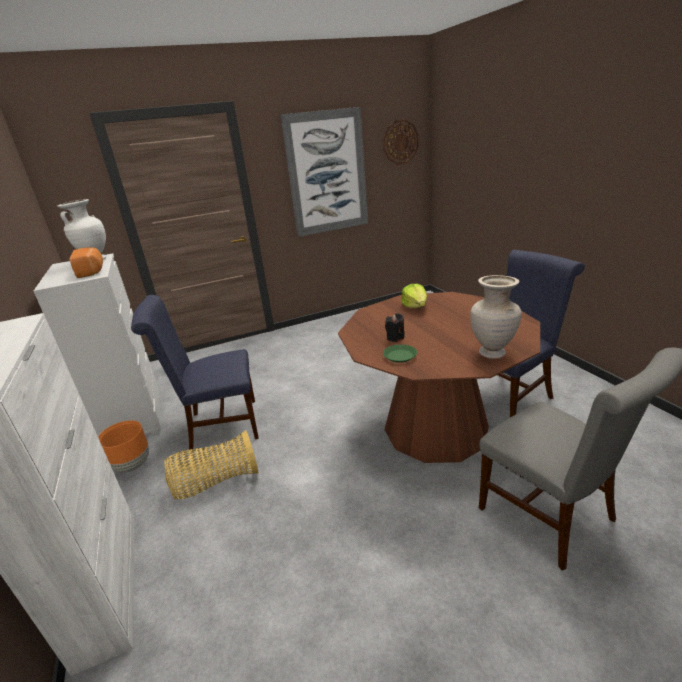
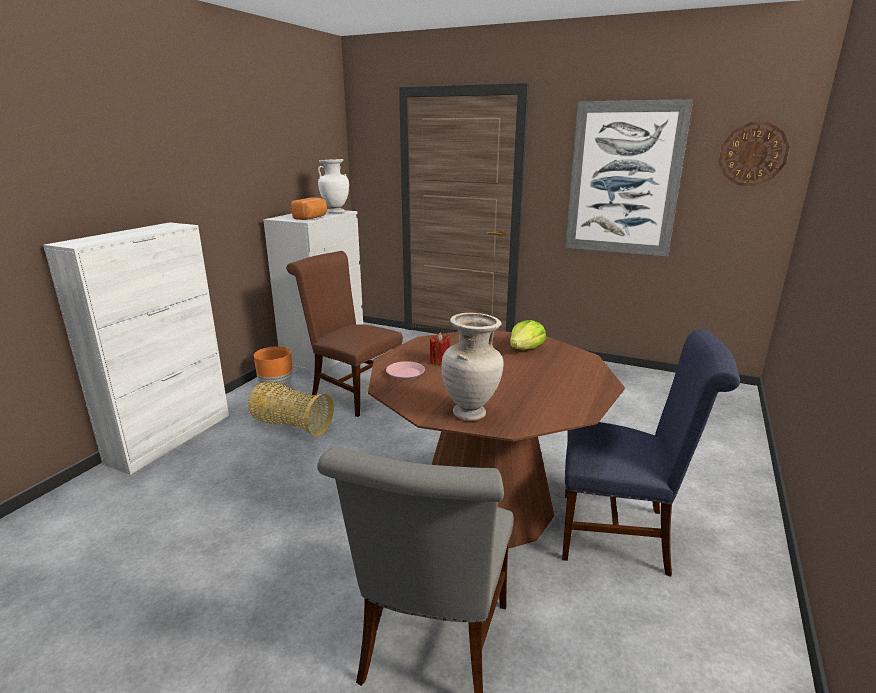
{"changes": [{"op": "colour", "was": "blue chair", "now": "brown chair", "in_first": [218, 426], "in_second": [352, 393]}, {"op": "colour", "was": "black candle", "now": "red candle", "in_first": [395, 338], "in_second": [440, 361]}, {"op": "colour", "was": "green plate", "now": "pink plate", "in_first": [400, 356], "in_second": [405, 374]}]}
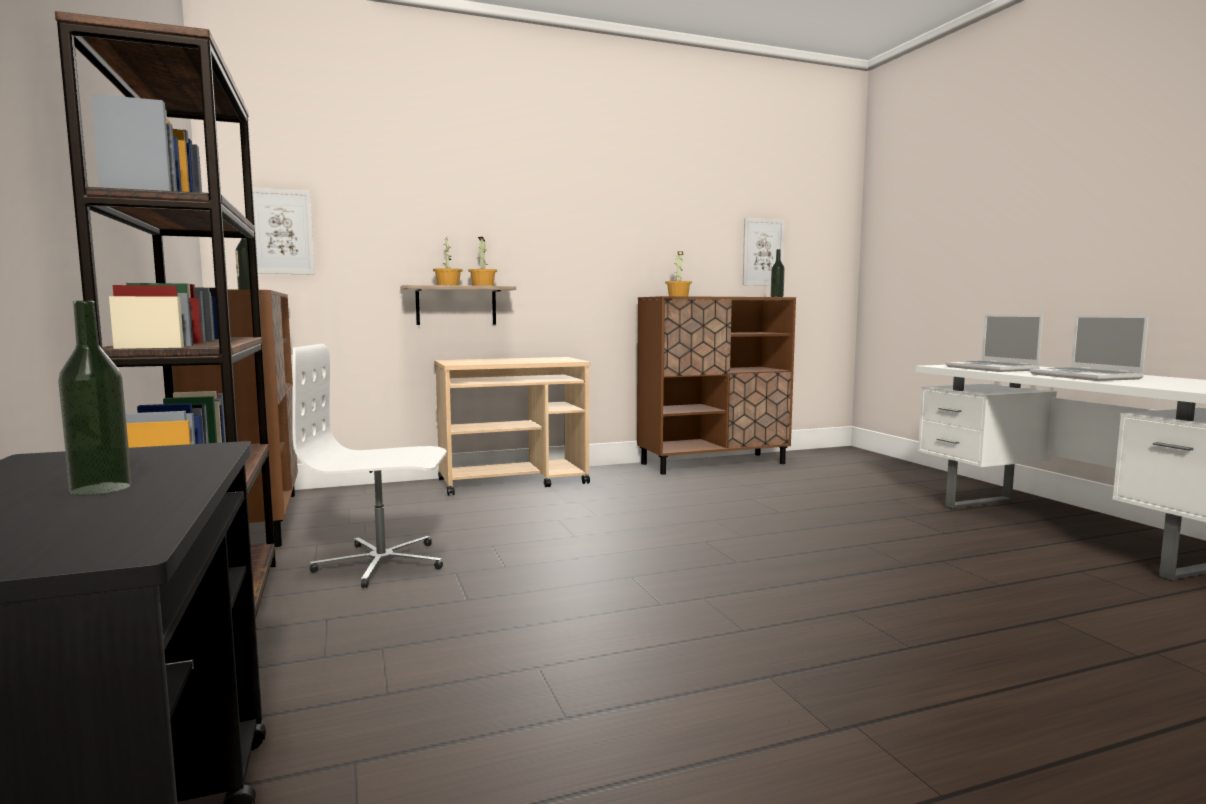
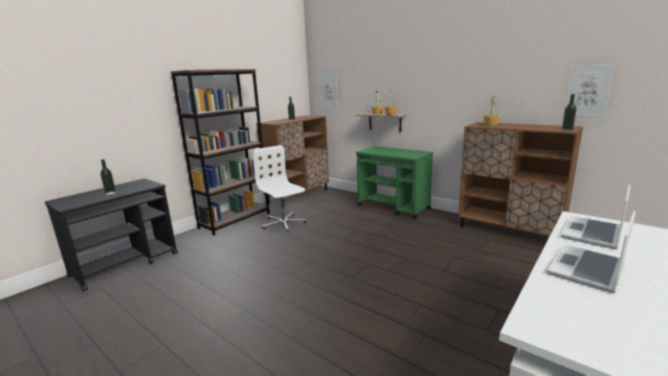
{"changes": [{"op": "colour", "was": "beige cart", "now": "green cart", "in_first": [514, 481], "in_second": [393, 207]}]}
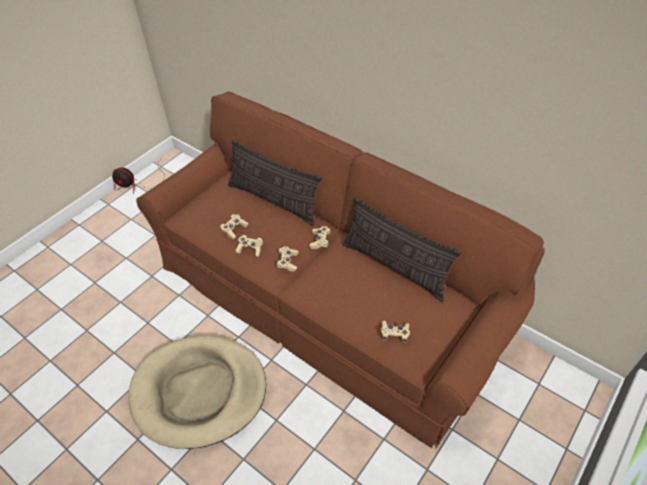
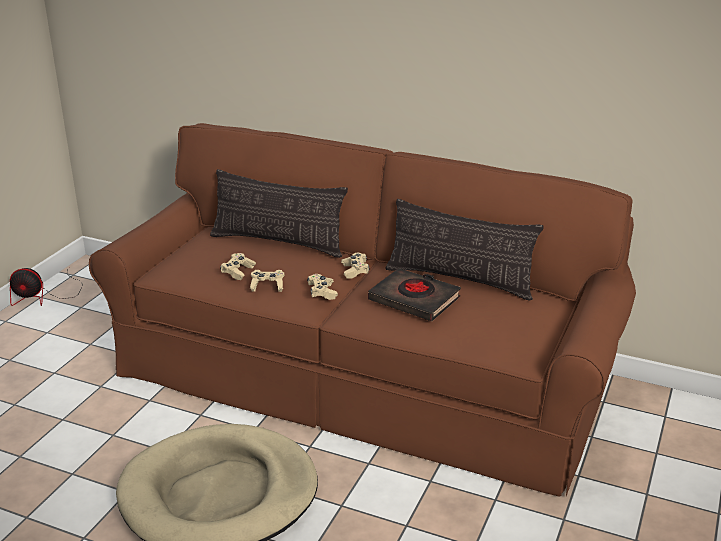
{"changes": [{"op": "missing", "was": "beige game controller", "in_first": [394, 334]}, {"op": "appeared", "now": "black book", "in_second": [414, 300]}]}
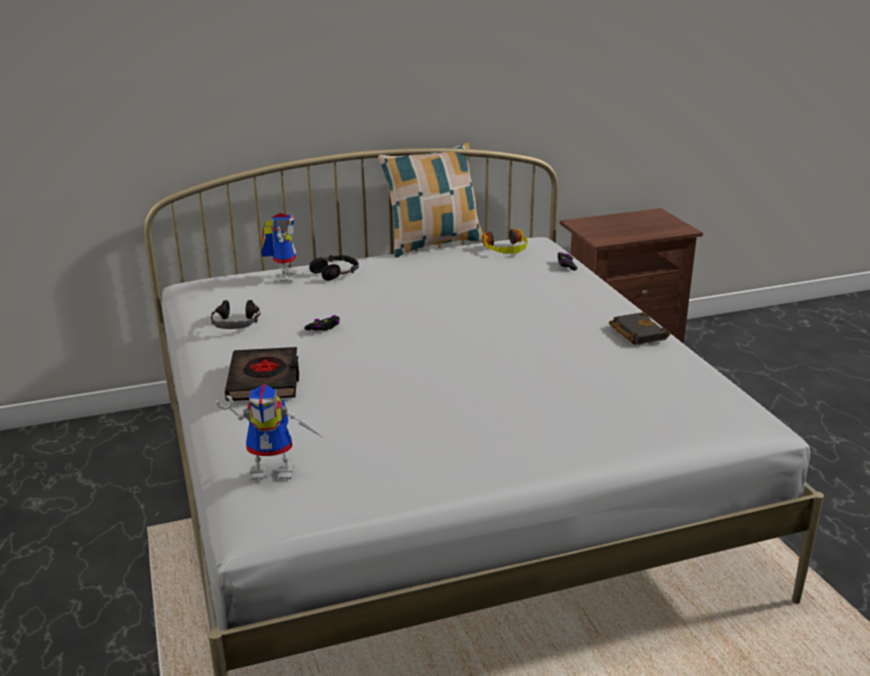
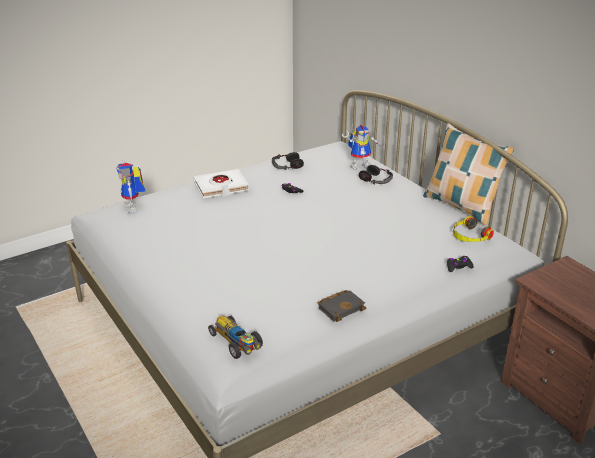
{"changes": [{"op": "colour", "was": "black book", "now": "white book", "in_first": [264, 380], "in_second": [221, 187]}, {"op": "appeared", "now": "toy car", "in_second": [236, 343]}]}
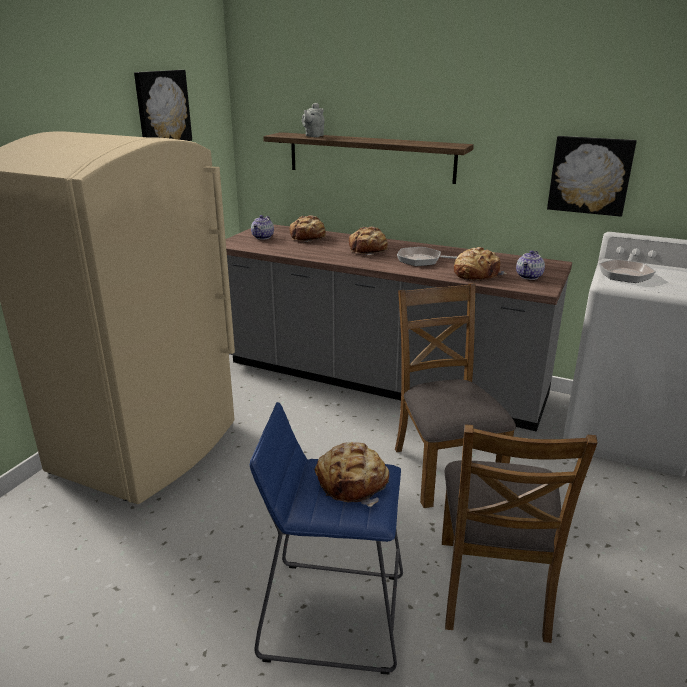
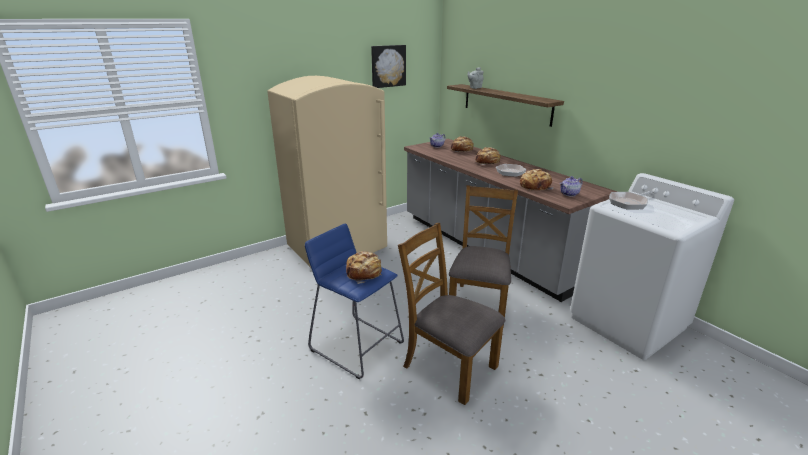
{"changes": [{"op": "missing", "was": "picture", "in_first": [590, 175]}, {"op": "spun", "was": "brown chair", "in_first": [493, 586], "in_second": [449, 366], "clockwise": 90}]}
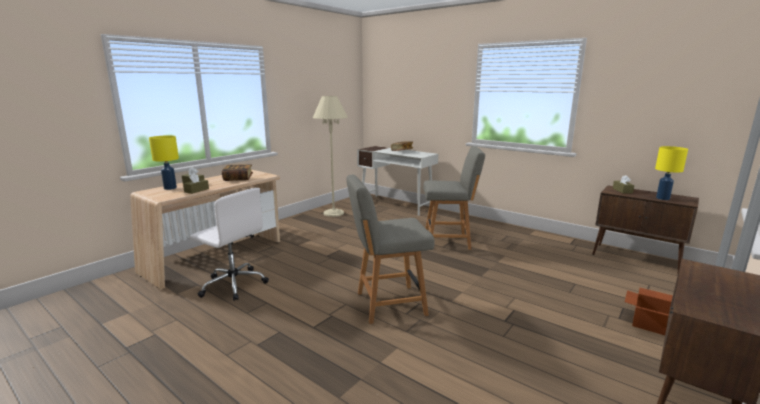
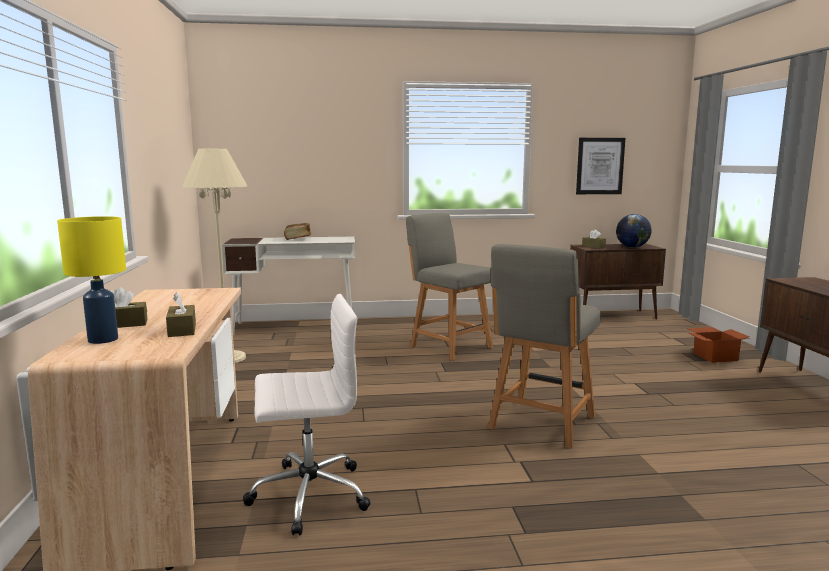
{"changes": [{"op": "spun", "was": "grey chair", "in_first": [449, 241], "in_second": [449, 346], "clockwise": -90}, {"op": "exchanged", "was": "yellow table lamp", "now": "globe", "in_first": [662, 198], "in_second": [632, 247]}, {"op": "missing", "was": "book", "in_first": [238, 179]}, {"op": "appeared", "now": "picture", "in_second": [600, 166]}]}
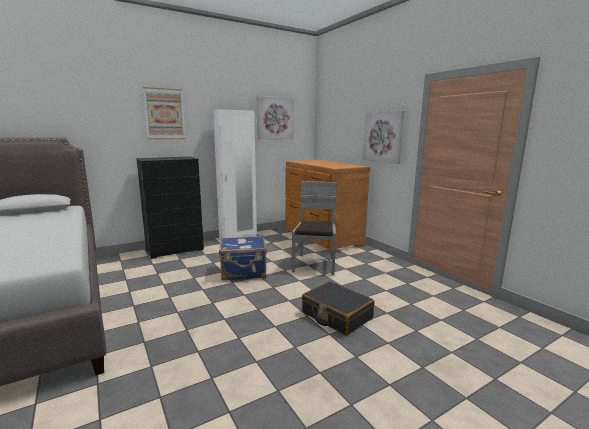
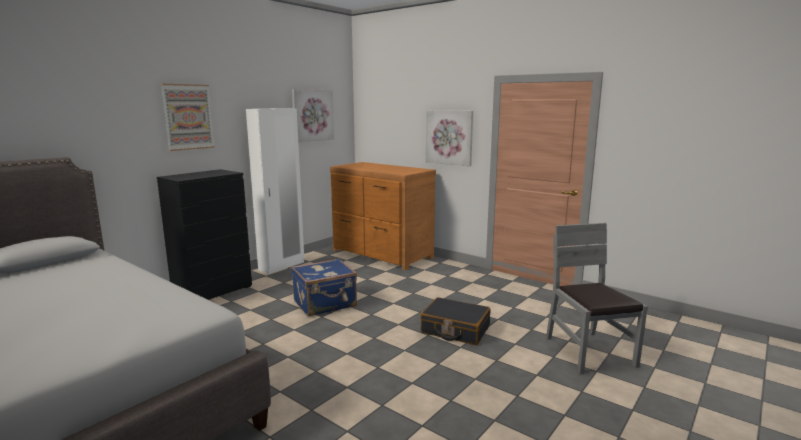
{"changes": [{"op": "relocated", "was": "grey chair", "in_first": [315, 264], "in_second": [588, 352]}]}
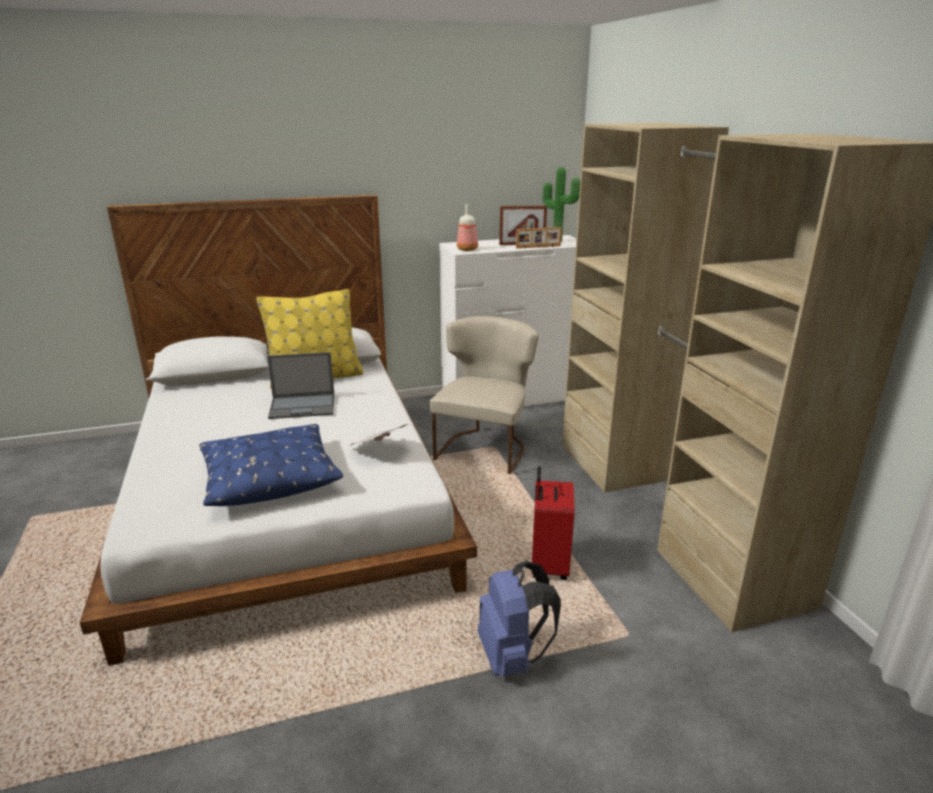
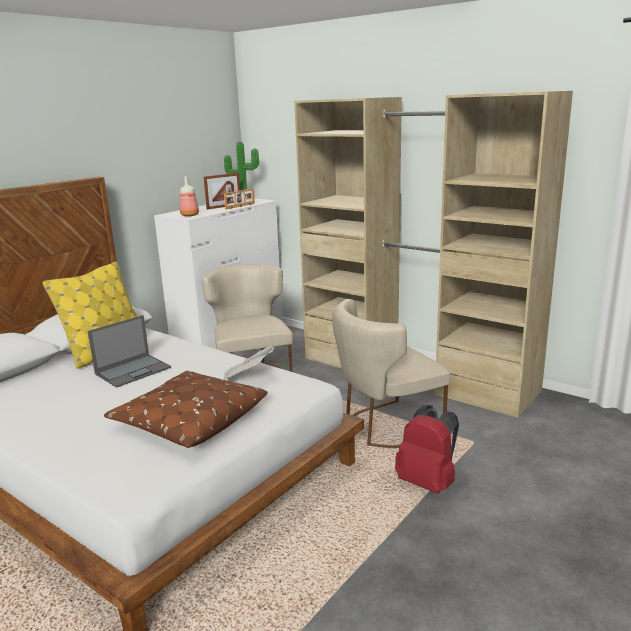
{"changes": [{"op": "colour", "was": "blue pillow", "now": "brown pillow", "in_first": [269, 478], "in_second": [189, 421]}, {"op": "exchanged", "was": "red suitcase", "now": "beige chair", "in_first": [548, 565], "in_second": [385, 427]}, {"op": "colour", "was": "blue backpack", "now": "red backpack", "in_first": [512, 656], "in_second": [428, 482]}]}
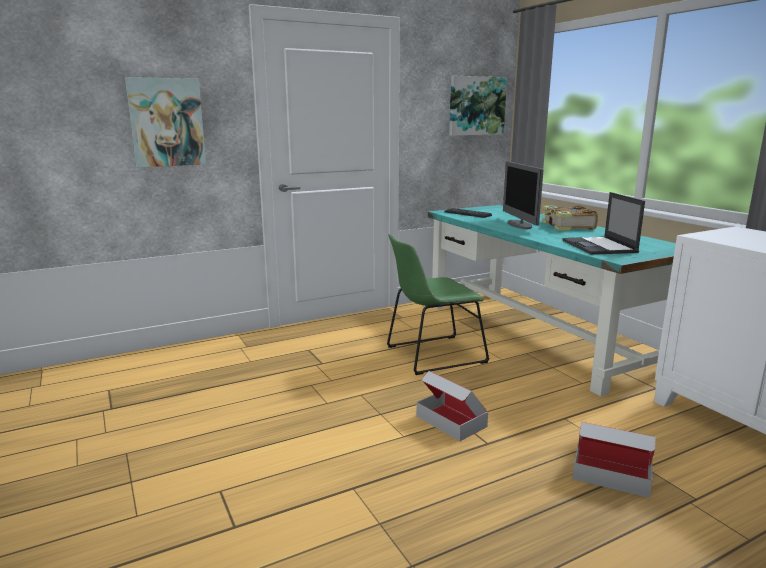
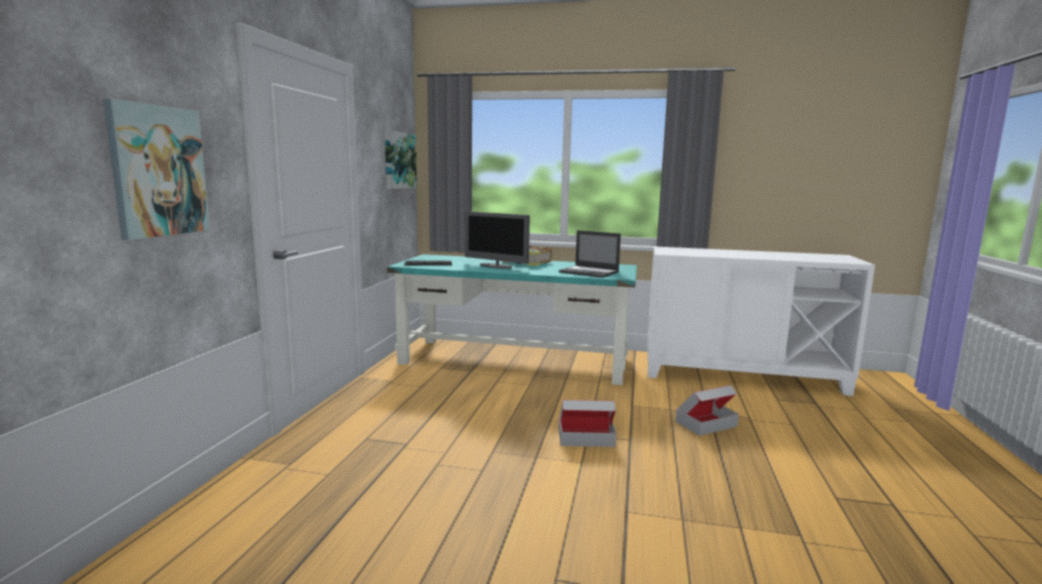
{"changes": [{"op": "missing", "was": "green chair", "in_first": [431, 355]}]}
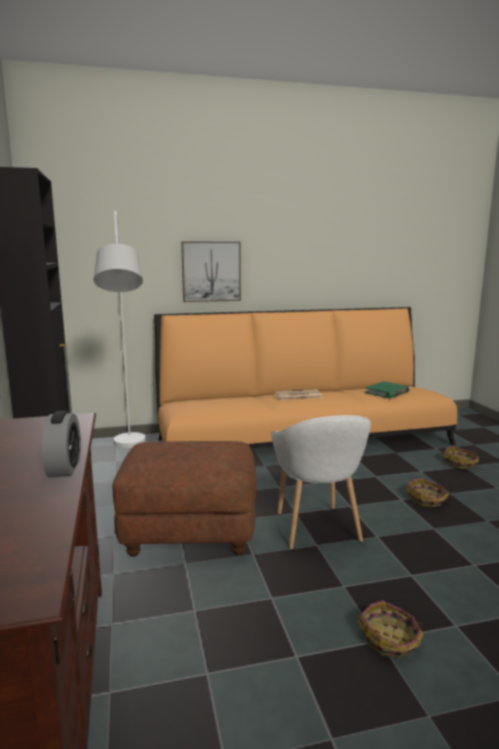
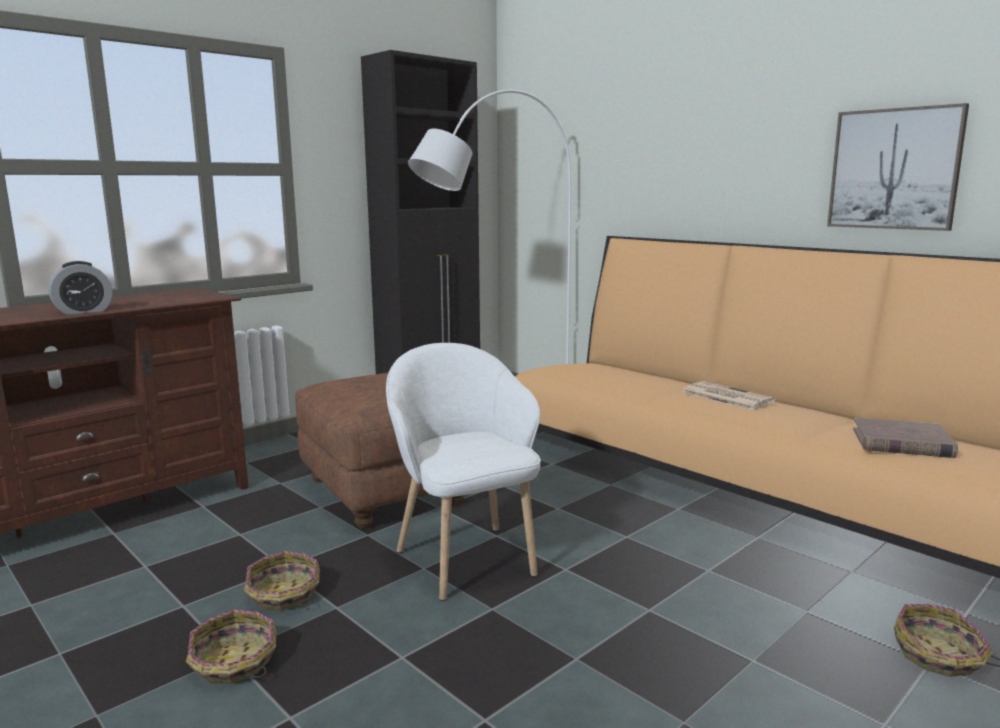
{"changes": [{"op": "relocated", "was": "picture", "in_first": [211, 271], "in_second": [894, 169]}, {"op": "colour", "was": "green book", "now": "brown book", "in_first": [387, 392], "in_second": [902, 443]}, {"op": "spun", "was": "white armchair", "in_first": [316, 529], "in_second": [466, 559], "clockwise": 105}, {"op": "relocated", "was": "basket", "in_first": [427, 500], "in_second": [284, 595]}]}
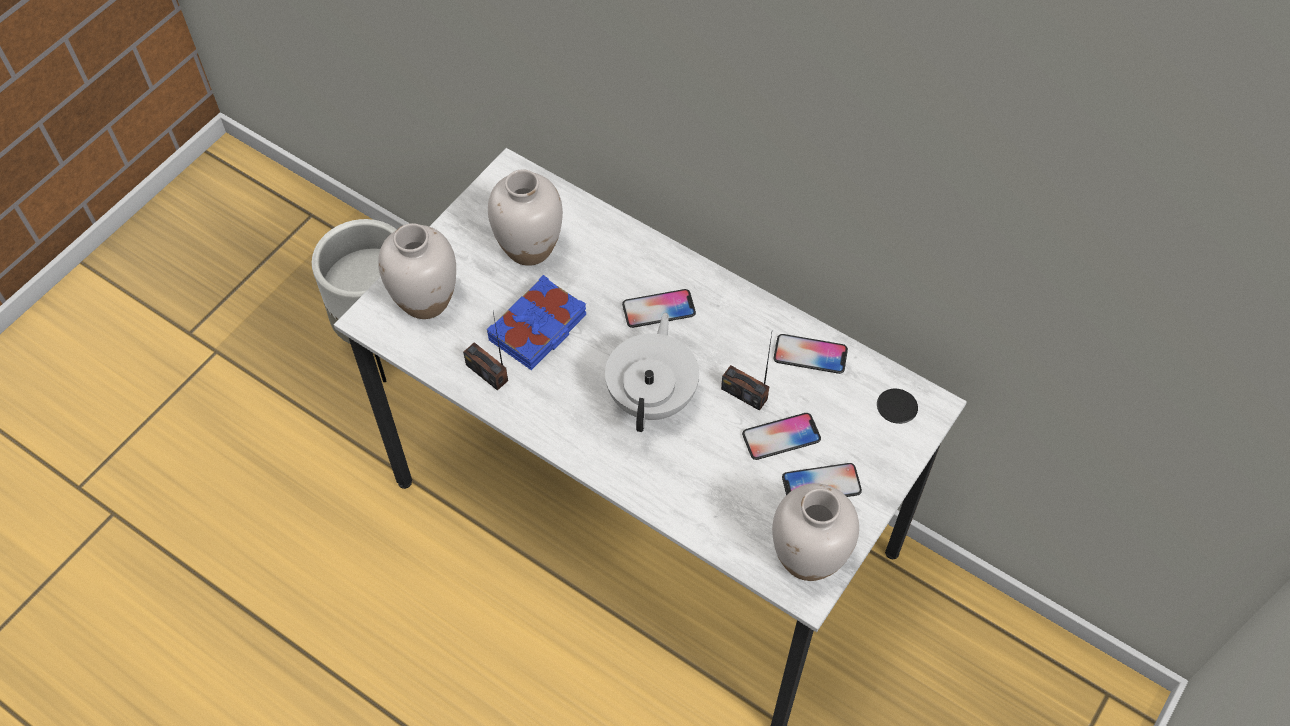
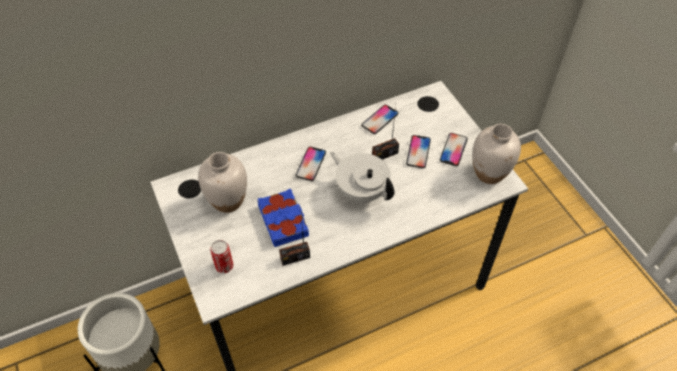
{"changes": [{"op": "exchanged", "was": "white vase", "now": "can", "in_first": [426, 301], "in_second": [224, 266]}]}
